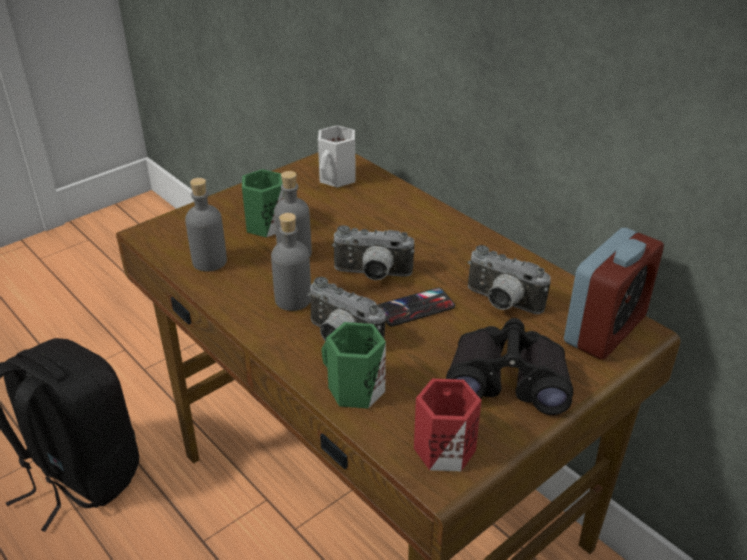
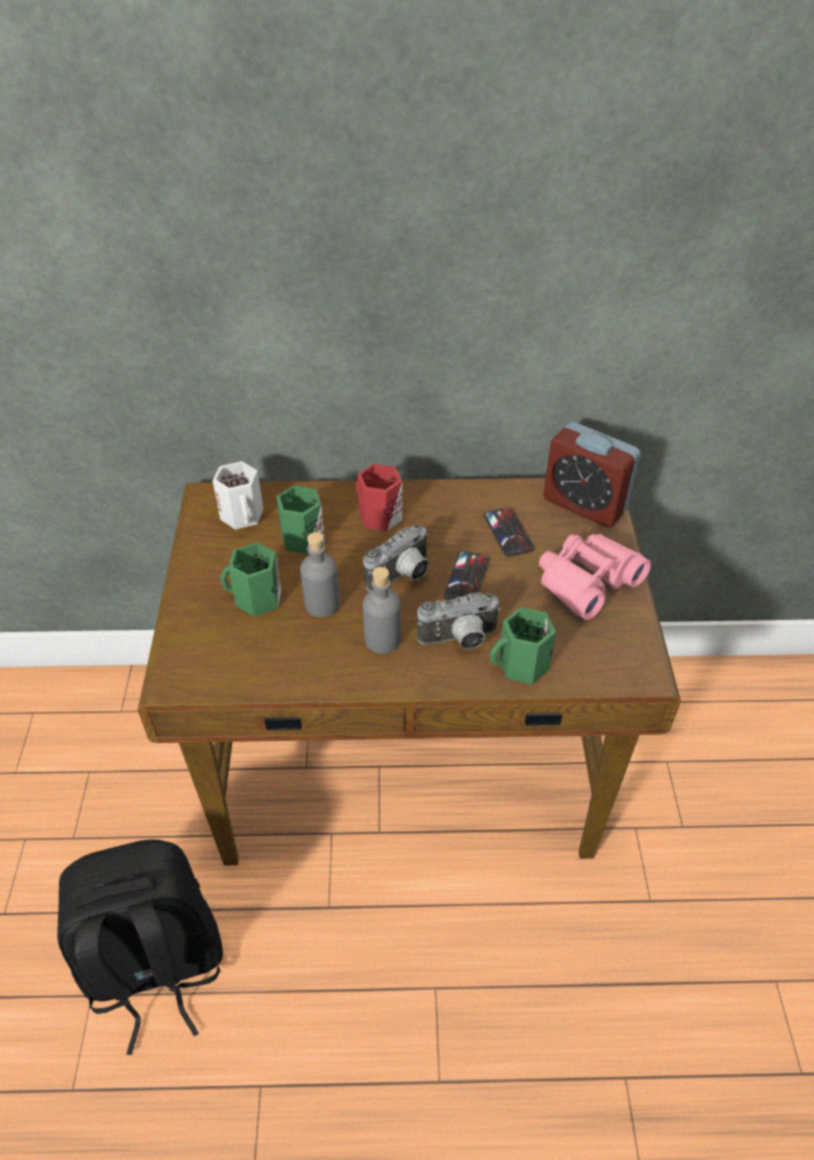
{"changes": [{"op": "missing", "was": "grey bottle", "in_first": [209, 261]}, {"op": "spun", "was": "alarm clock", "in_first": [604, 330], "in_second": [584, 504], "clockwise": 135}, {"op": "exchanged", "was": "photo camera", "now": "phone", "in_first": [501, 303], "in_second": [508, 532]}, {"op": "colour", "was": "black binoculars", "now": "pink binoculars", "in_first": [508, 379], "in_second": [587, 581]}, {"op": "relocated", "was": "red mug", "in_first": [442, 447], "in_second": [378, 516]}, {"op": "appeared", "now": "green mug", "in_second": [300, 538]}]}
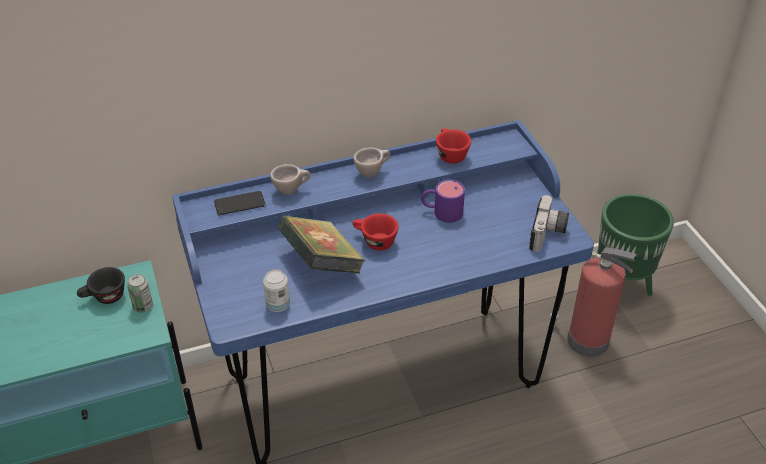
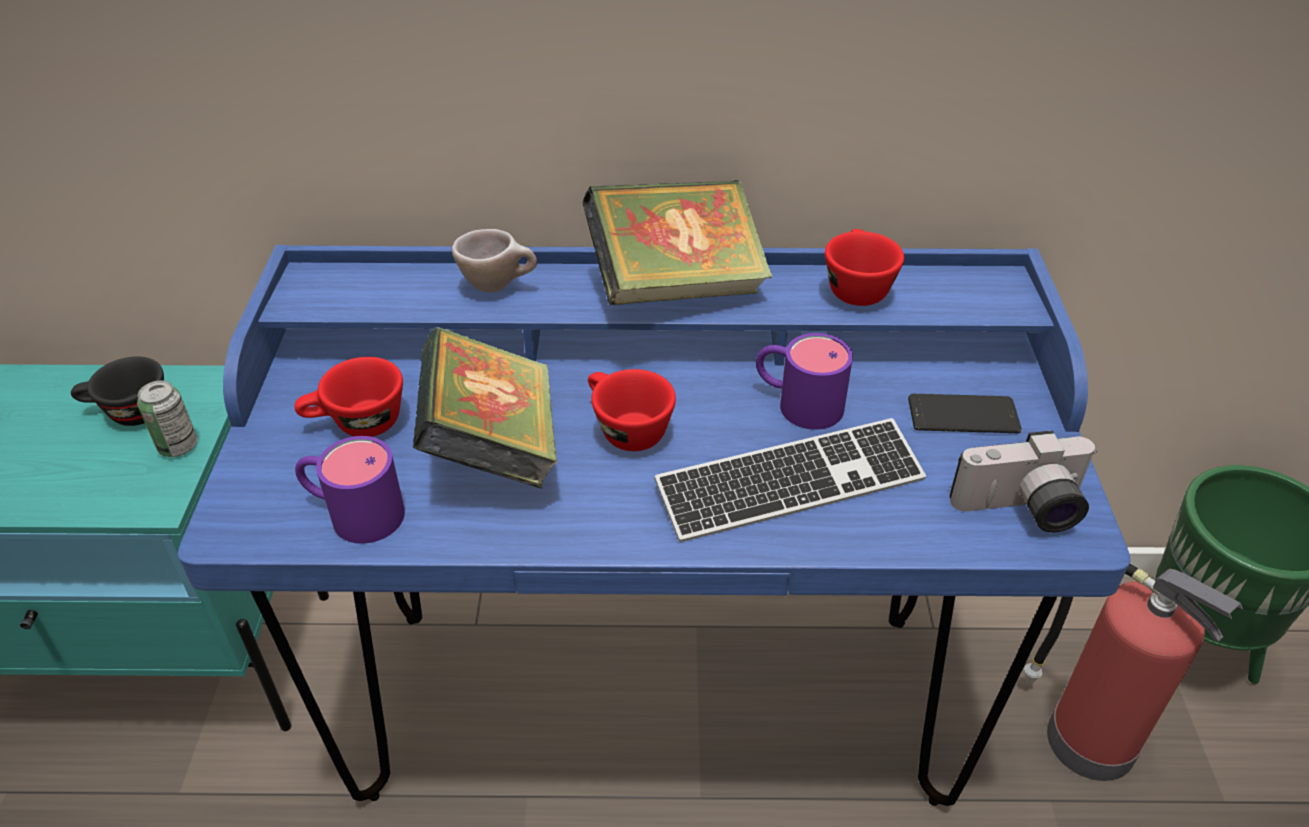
{"changes": [{"op": "exchanged", "was": "beige cup", "now": "book", "in_first": [372, 172], "in_second": [676, 287]}, {"op": "relocated", "was": "phone", "in_first": [239, 204], "in_second": [963, 415]}, {"op": "spun", "was": "photo camera", "in_first": [548, 234], "in_second": [1022, 511], "clockwise": 45}, {"op": "exchanged", "was": "can", "now": "purple mug", "in_first": [278, 305], "in_second": [353, 512]}, {"op": "appeared", "now": "red cup", "in_second": [357, 424]}, {"op": "appeared", "now": "keyboard", "in_second": [790, 484]}]}
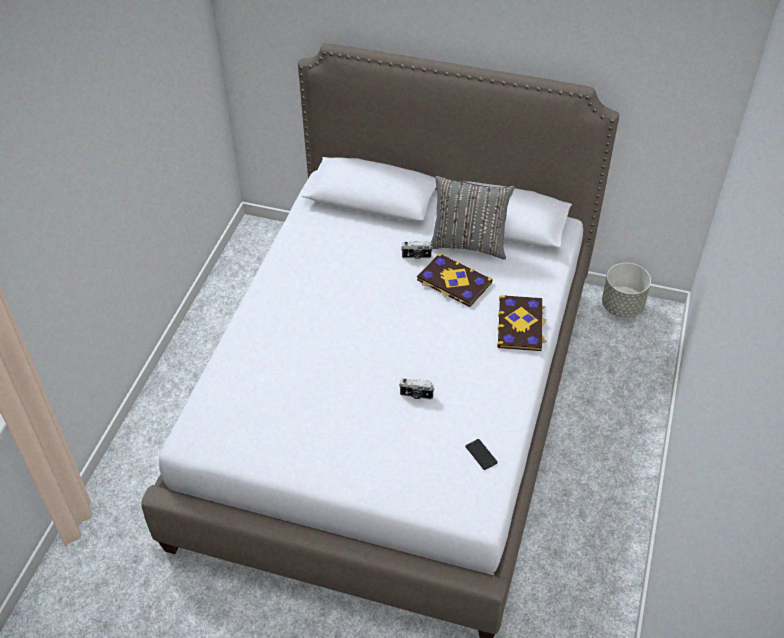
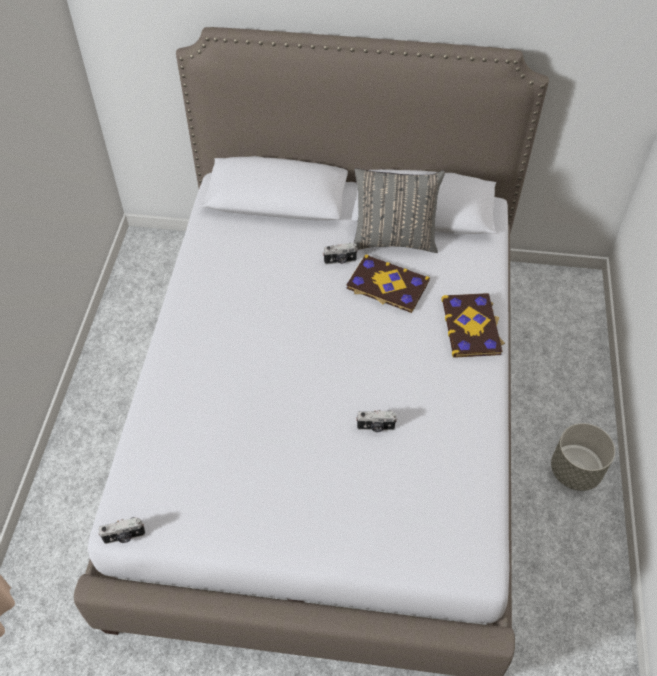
{"changes": [{"op": "relocated", "was": "grey planter", "in_first": [622, 306], "in_second": [575, 470]}, {"op": "missing", "was": "phone", "in_first": [481, 454]}, {"op": "appeared", "now": "photo camera", "in_second": [124, 537]}]}
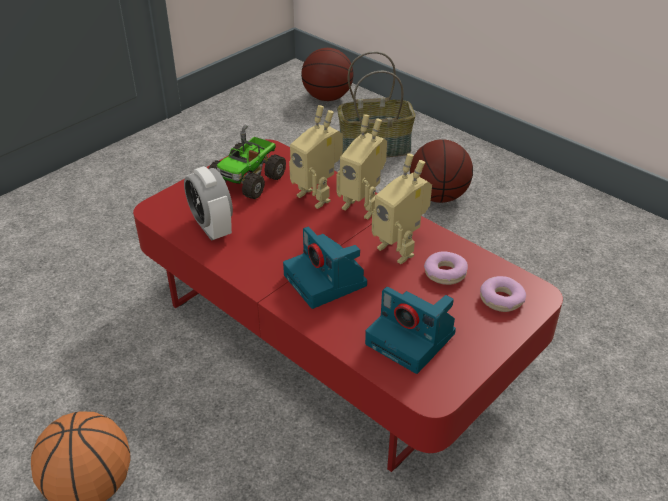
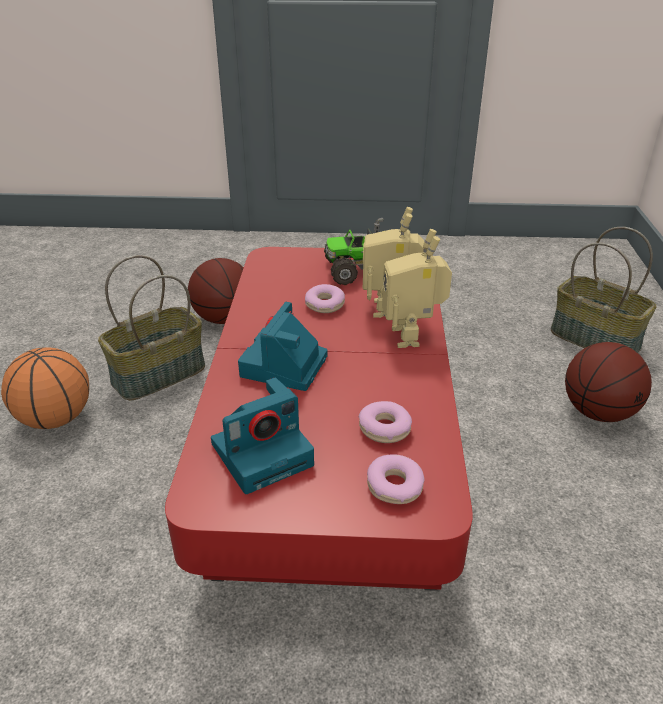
{"changes": [{"op": "relocated", "was": "basketball", "in_first": [327, 97], "in_second": [224, 318]}, {"op": "missing", "was": "toy robot", "in_first": [400, 249]}, {"op": "missing", "was": "alarm clock", "in_first": [212, 228]}, {"op": "spun", "was": "photo camera", "in_first": [412, 339], "in_second": [263, 453], "clockwise": -120}, {"op": "appeared", "now": "basket", "in_second": [159, 376]}, {"op": "appeared", "now": "donut", "in_second": [324, 305]}]}
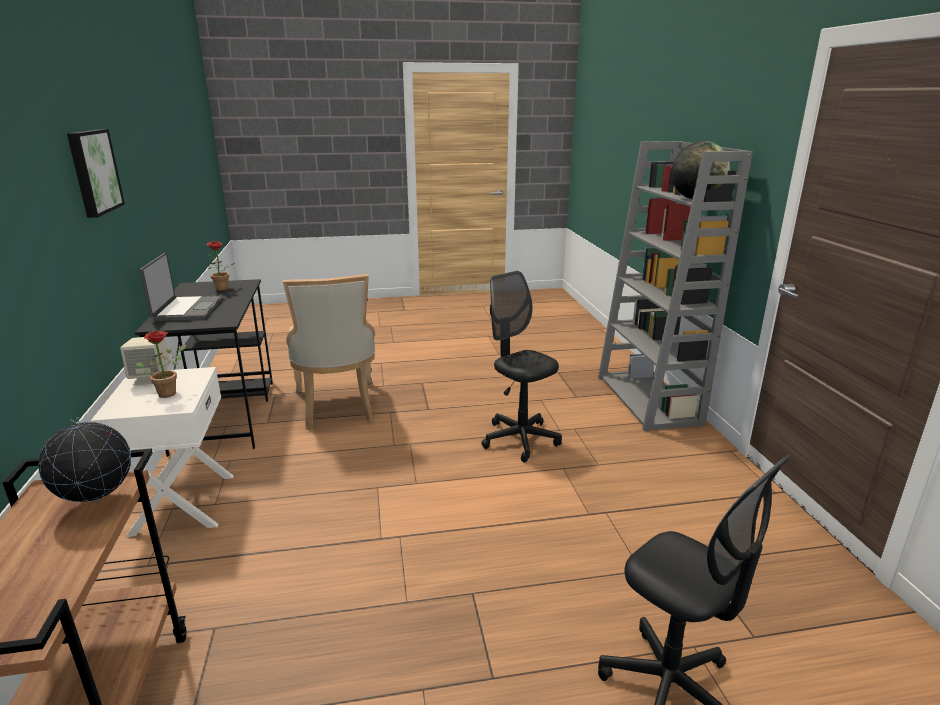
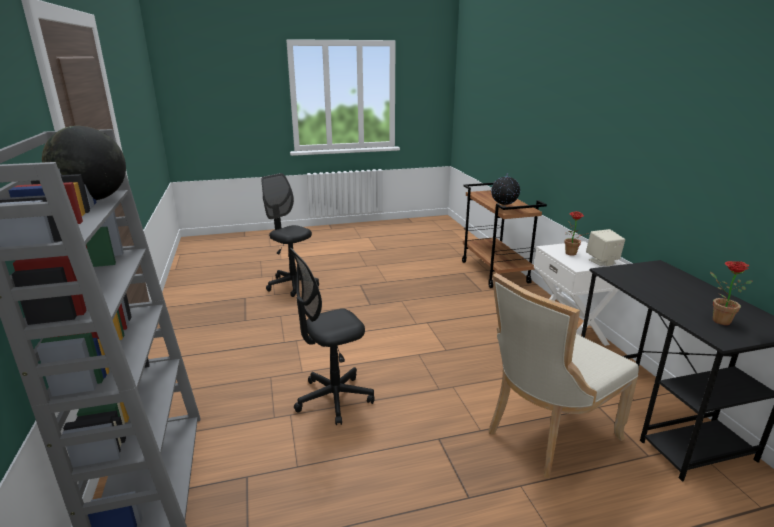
{"changes": [{"op": "missing", "was": "picture", "in_first": [93, 172]}, {"op": "missing", "was": "laptop", "in_first": [187, 310]}, {"op": "spun", "was": "black office chair", "in_first": [520, 440], "in_second": [334, 399], "clockwise": 105}, {"op": "spun", "was": "beige chair", "in_first": [337, 407], "in_second": [547, 434], "clockwise": -105}]}
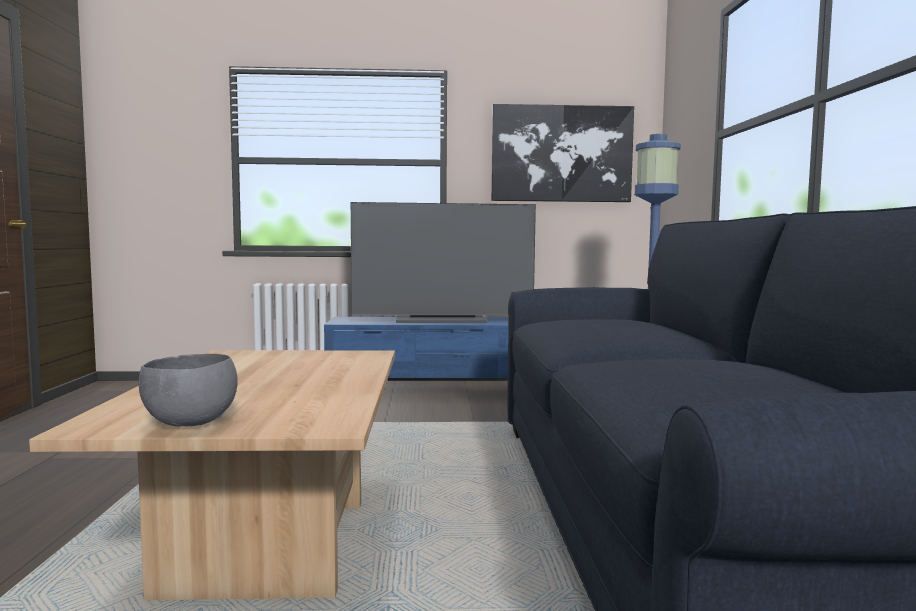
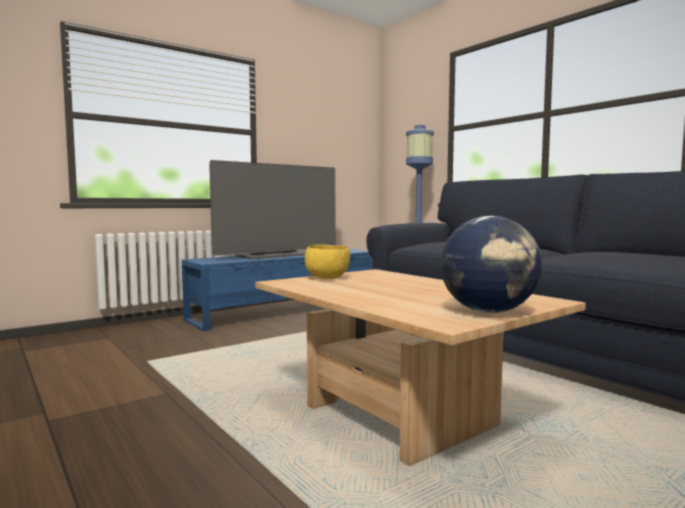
{"changes": [{"op": "missing", "was": "picture", "in_first": [561, 154]}, {"op": "exchanged", "was": "grey bowl", "now": "globe", "in_first": [190, 424], "in_second": [488, 312]}, {"op": "appeared", "now": "yellow bowl", "in_second": [328, 278]}]}
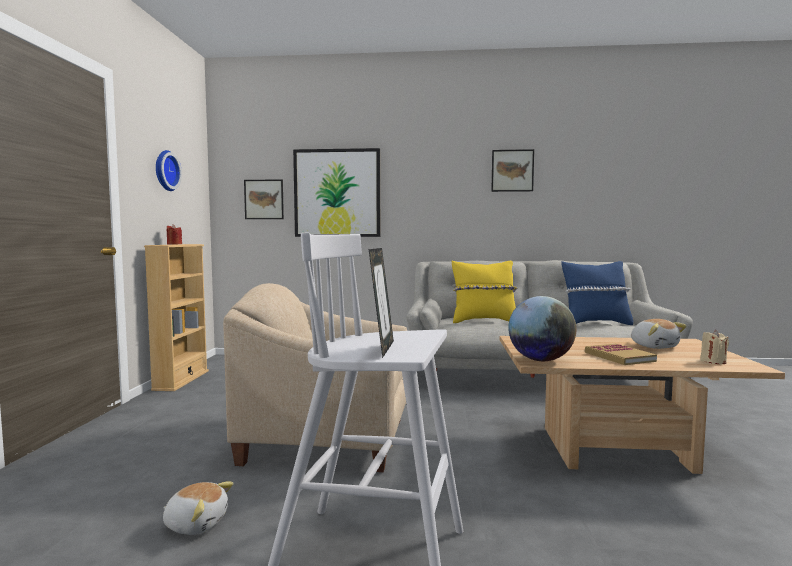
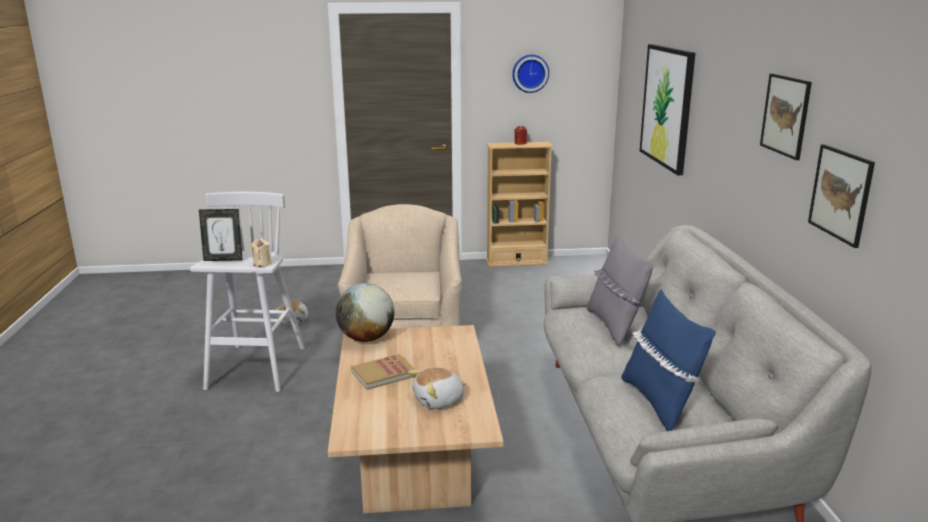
{"changes": [{"op": "relocated", "was": "picture", "in_first": [264, 199], "in_second": [840, 194]}, {"op": "colour", "was": "yellow pillow", "now": "grey pillow", "in_first": [484, 321], "in_second": [615, 326]}, {"op": "relocated", "was": "beige candle", "in_first": [713, 361], "in_second": [262, 263]}]}
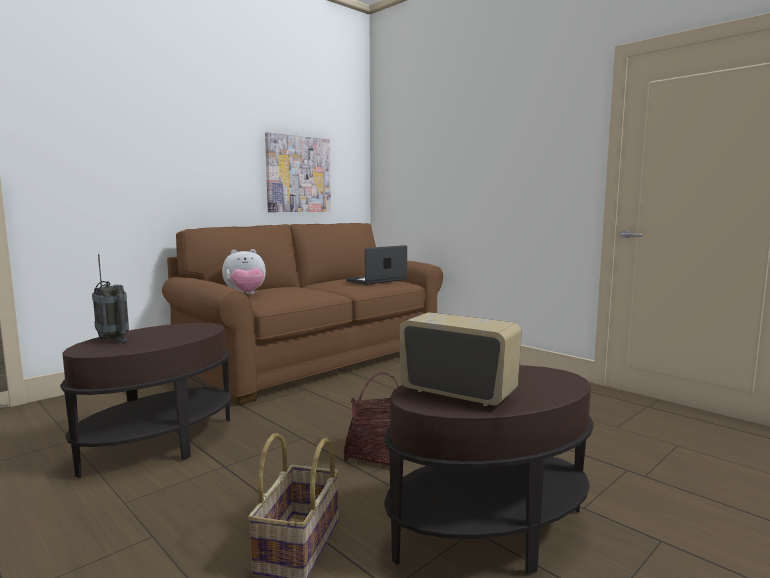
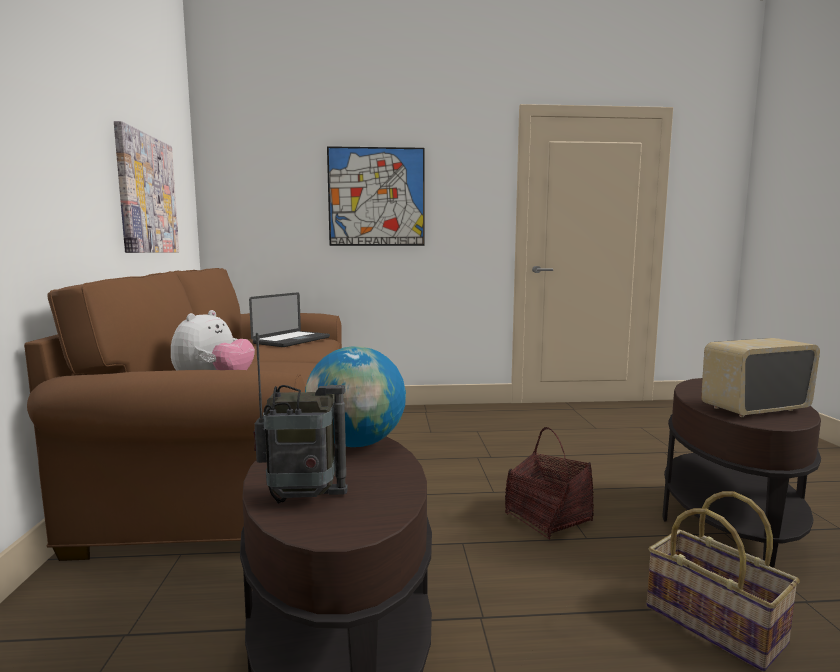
{"changes": [{"op": "spun", "was": "laptop", "in_first": [376, 280], "in_second": [292, 340], "clockwise": -150}, {"op": "appeared", "now": "picture", "in_second": [376, 197]}, {"op": "appeared", "now": "globe", "in_second": [357, 444]}]}
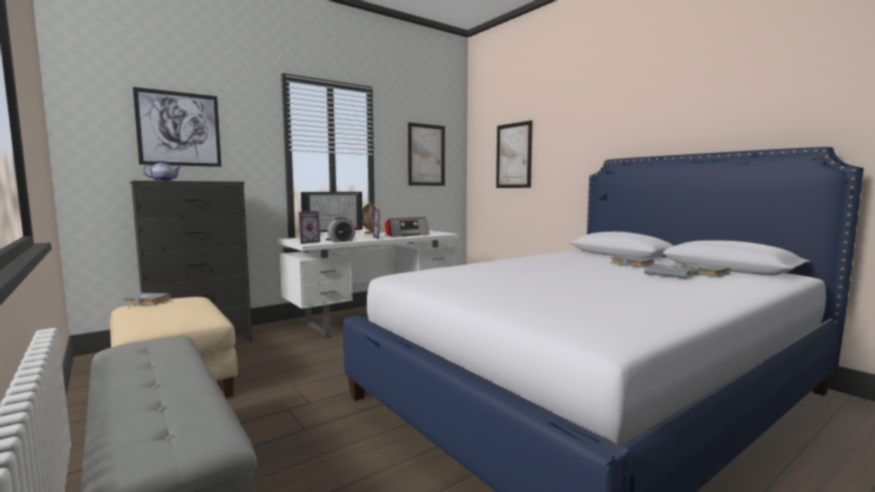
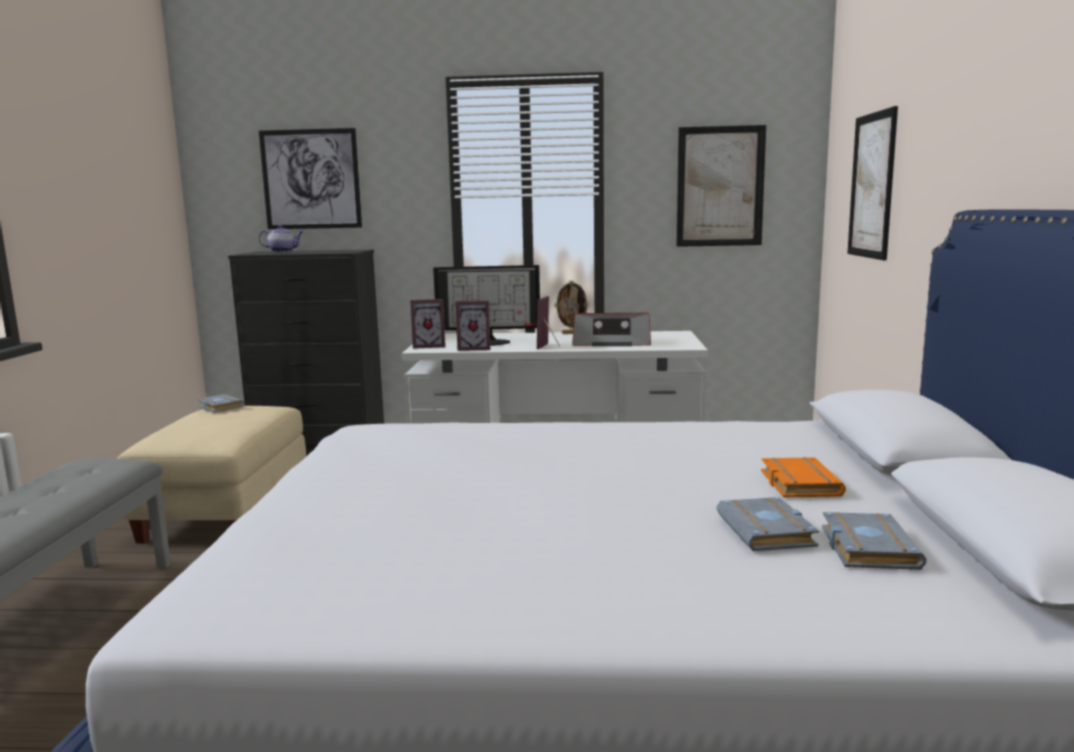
{"changes": [{"op": "exchanged", "was": "alarm clock", "now": "picture frame", "in_first": [341, 241], "in_second": [474, 348]}, {"op": "colour", "was": "grey book", "now": "orange book", "in_first": [629, 264], "in_second": [796, 483]}]}
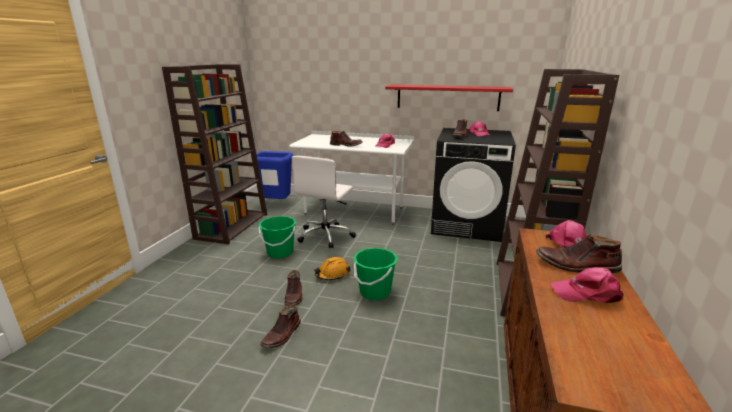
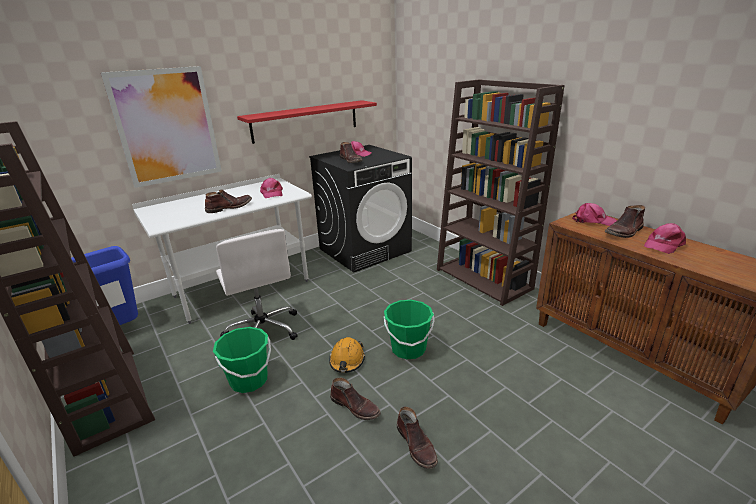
{"changes": [{"op": "appeared", "now": "picture", "in_second": [167, 126]}]}
